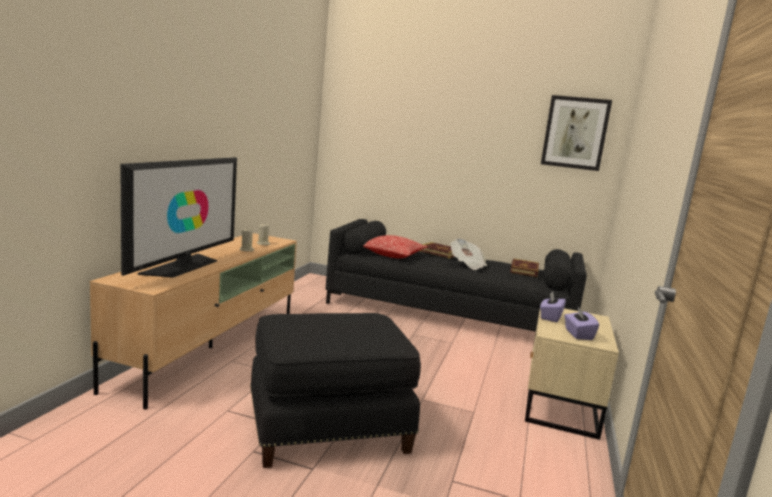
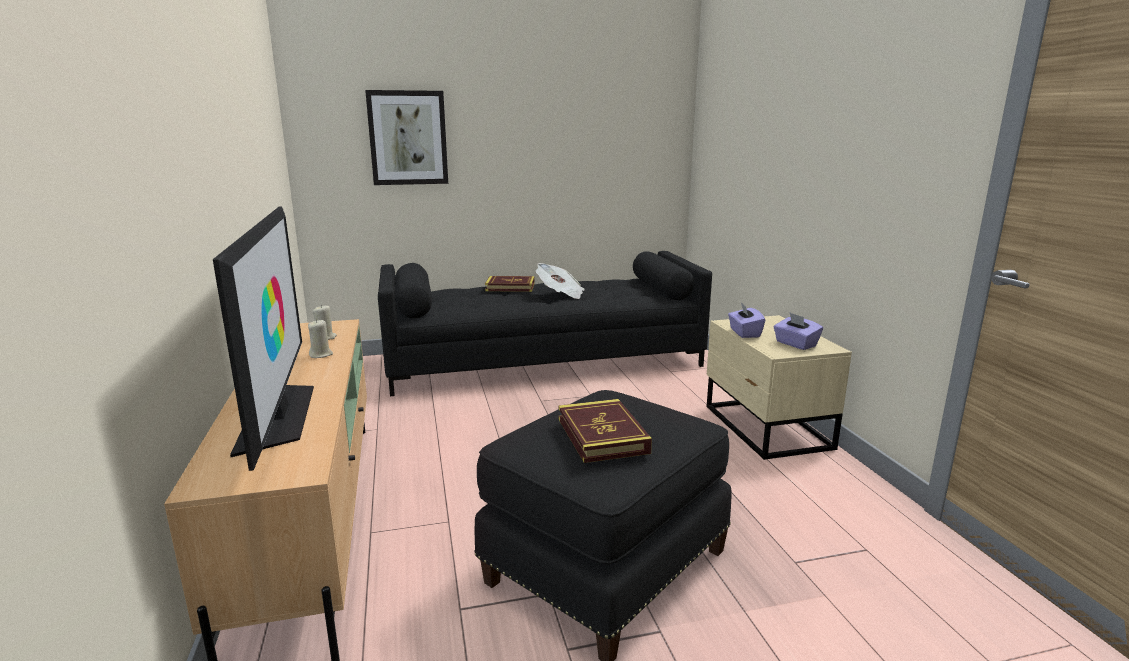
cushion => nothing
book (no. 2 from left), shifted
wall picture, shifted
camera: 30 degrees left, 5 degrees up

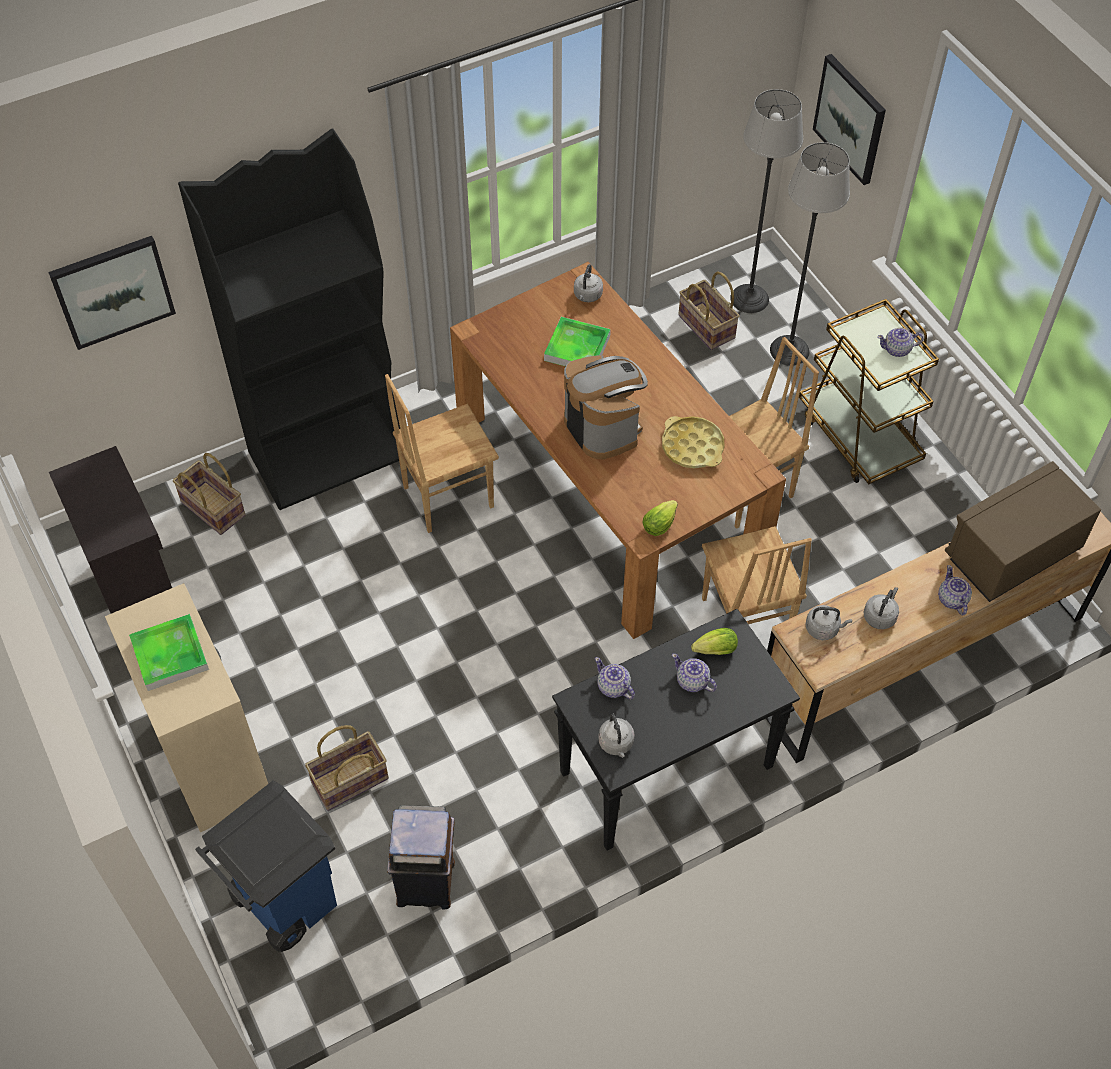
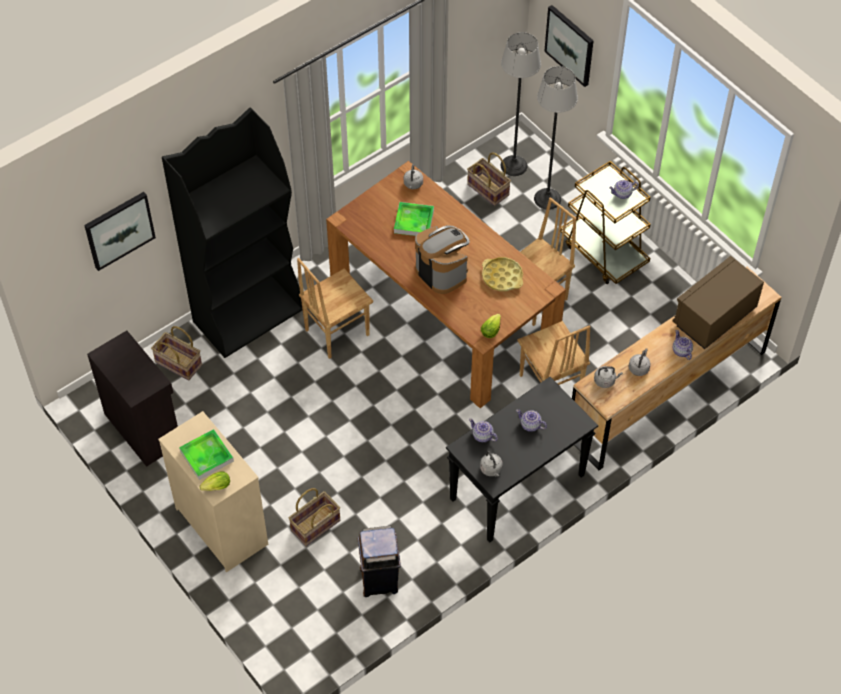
bluish trash can => nothing
lettuce head (no. 2 from left in the first image) => lettuce head (no. 1 from left), shifted
camera: 10 degrees left, 0 degrees up

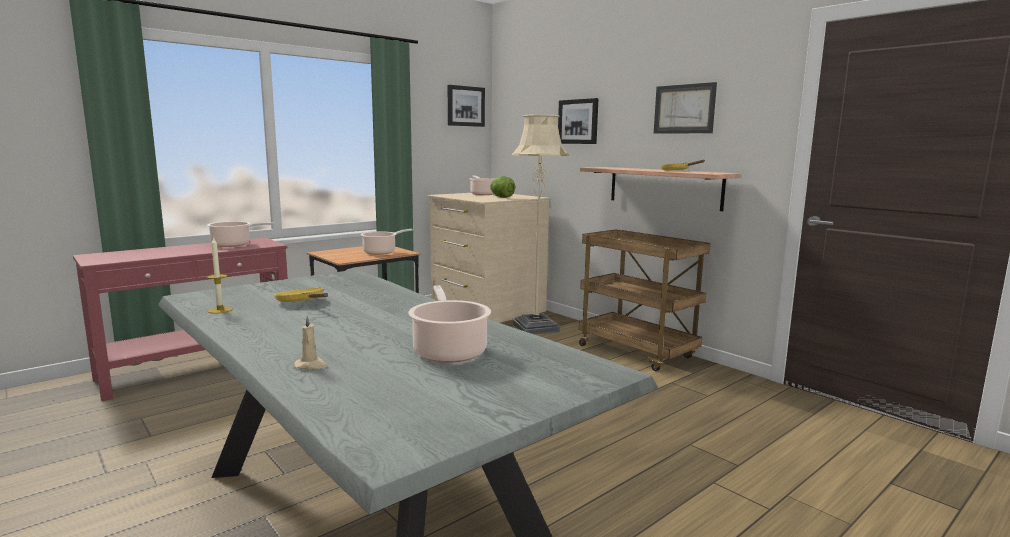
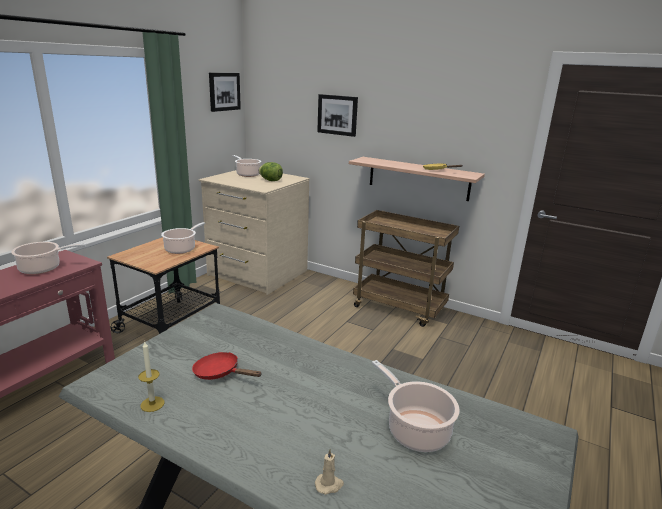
yellowish pan (no. 1 from left) => red-coloured pan
beige-coloured floor lamp => nothing
wall picture (no. 3 from left) => nothing
camera: 20 degrees left, 10 degrees up

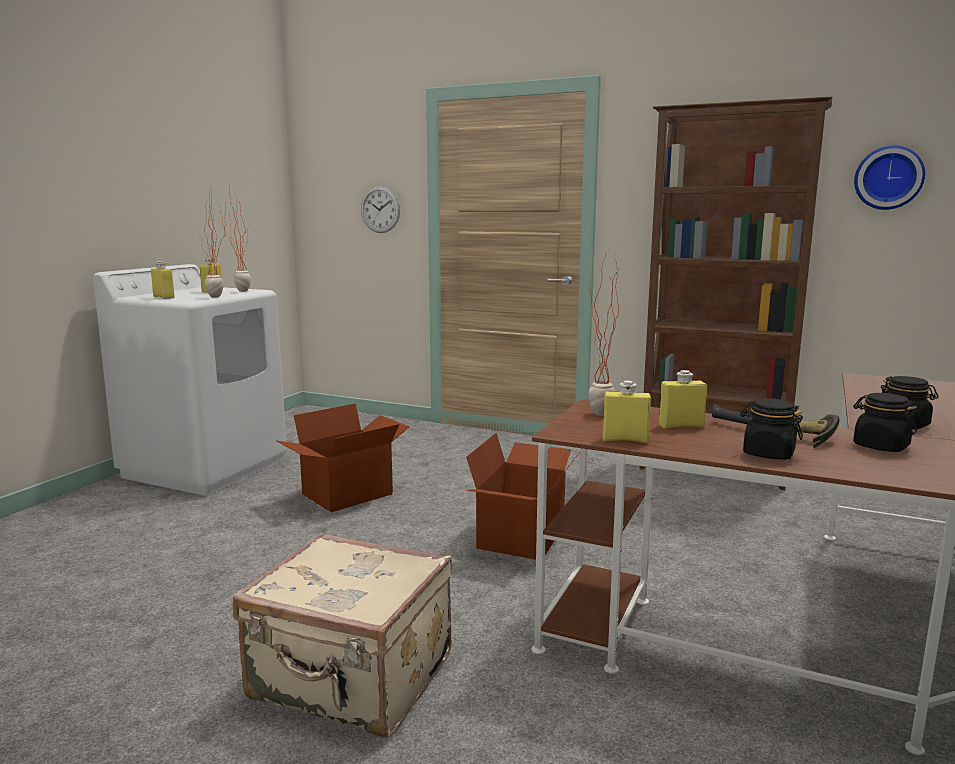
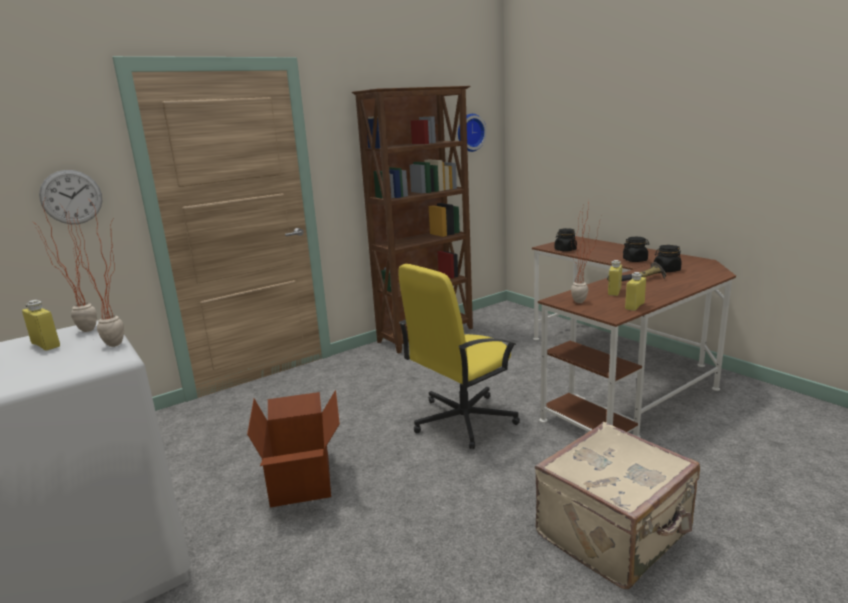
yellowish beverage bottle (no. 1 from left) => nothing
cardboard box (no. 2 from left) => yellowish computer chair
black preserve jar (no. 1 from left), shifted
camera: 60 degrees left, 5 degrees up

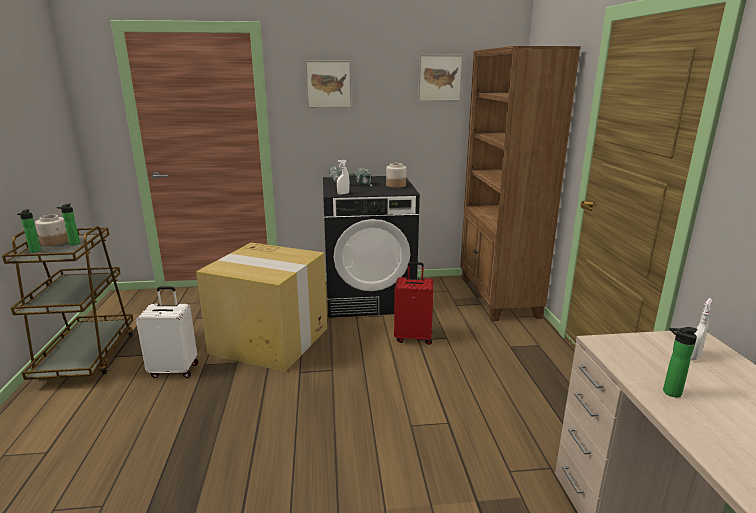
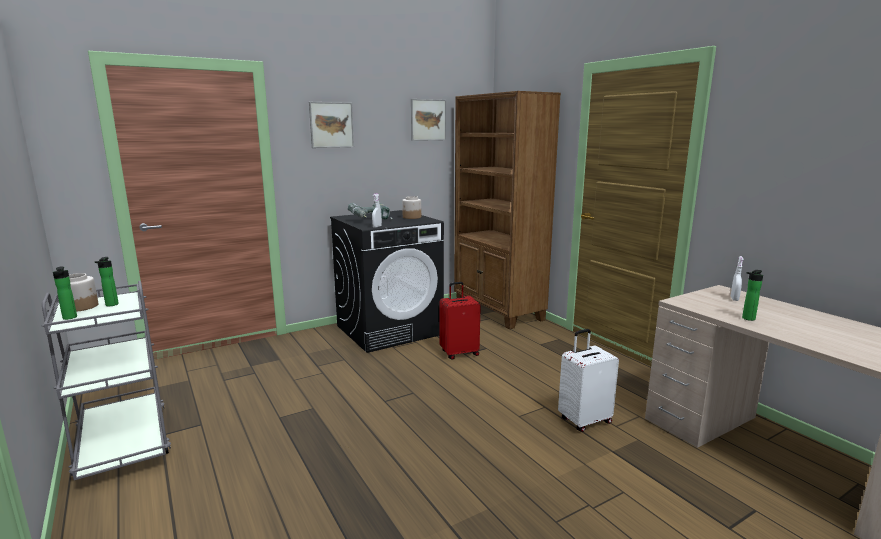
brown-coloured cart => grey cart
white-coloured suitcase, shifted
cardboard box => nothing
camera: 25 degrees left, 5 degrees down

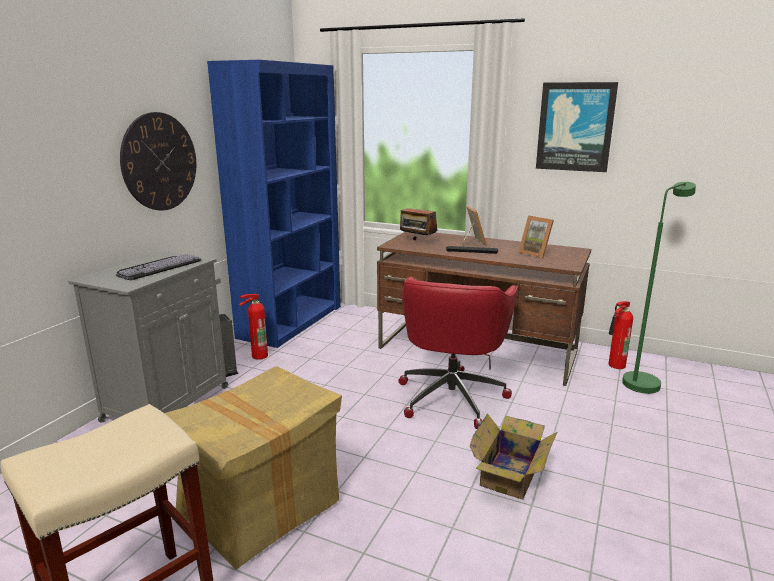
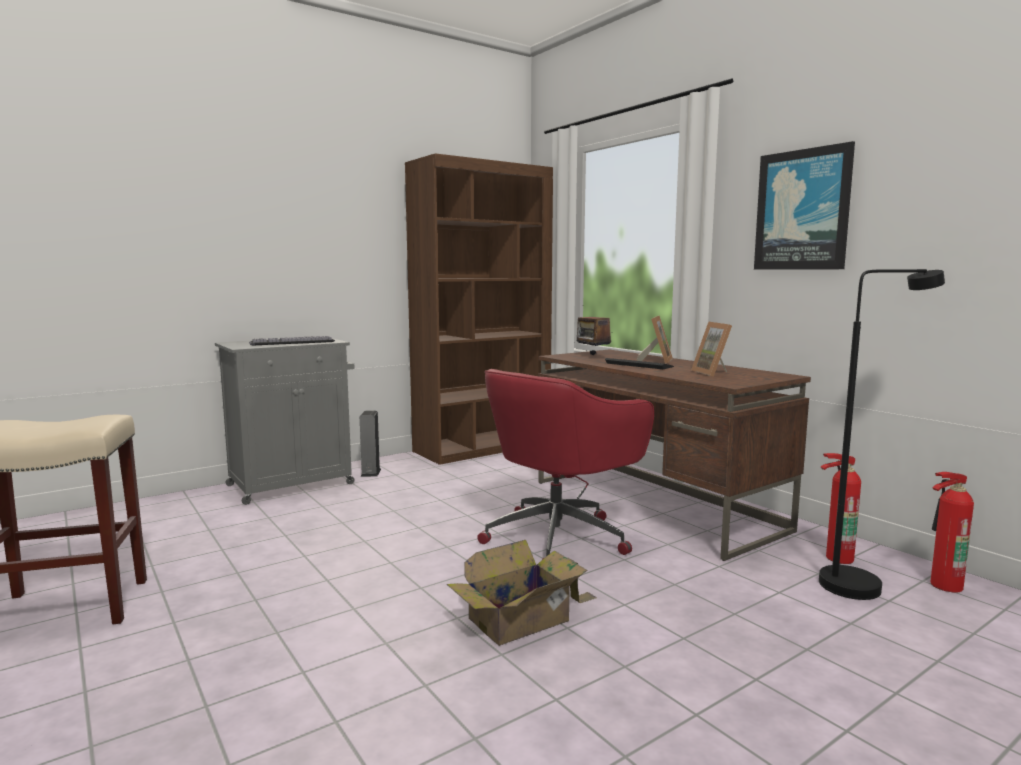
clock on the wall => nothing
cardboard box (no. 1 from left) => nothing
bluish shelving unit => brown-coloured shelving unit
fire-fighting cylinder (no. 1 from left in the first image) => fire-fighting cylinder (no. 2 from left), shifted
green floor lamp => black floor lamp
camera: 30 degrees right, 10 degrees down

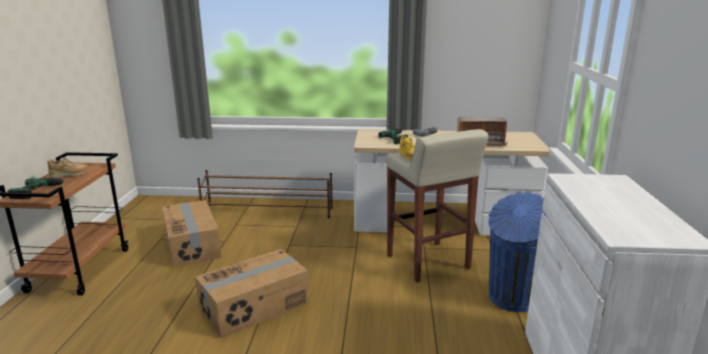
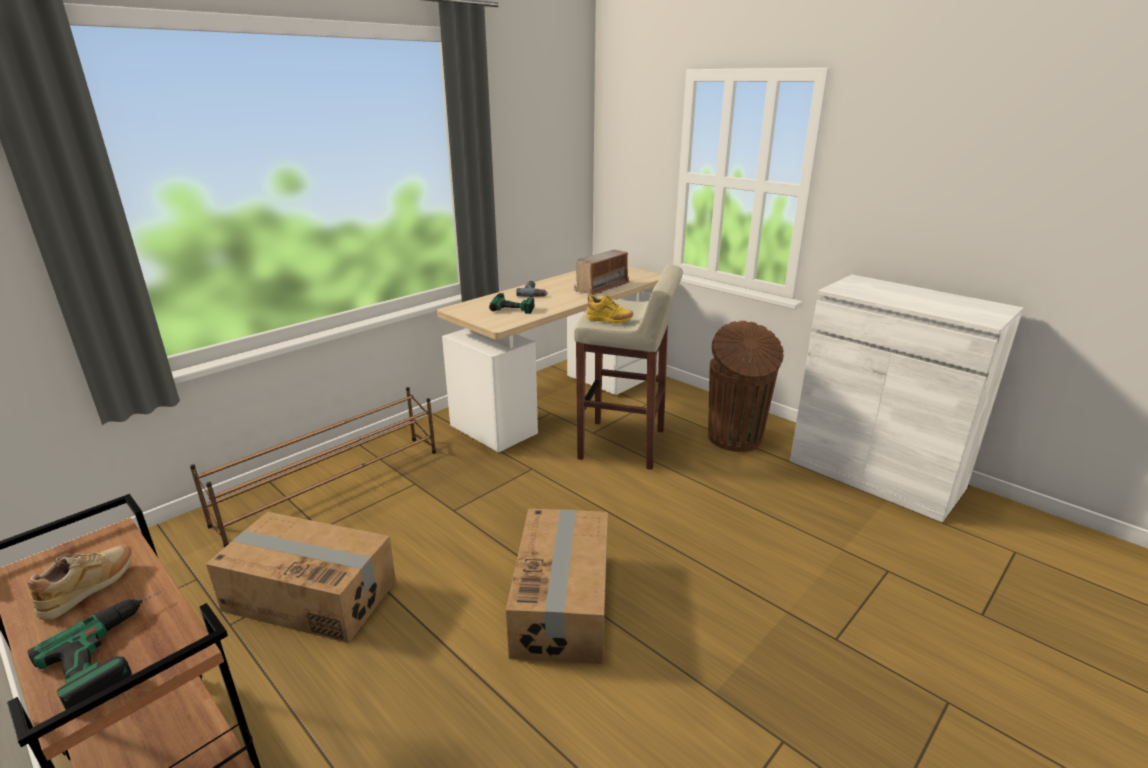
bluish trash can => brown-coloured trash can
camera: 50 degrees left, 5 degrees up

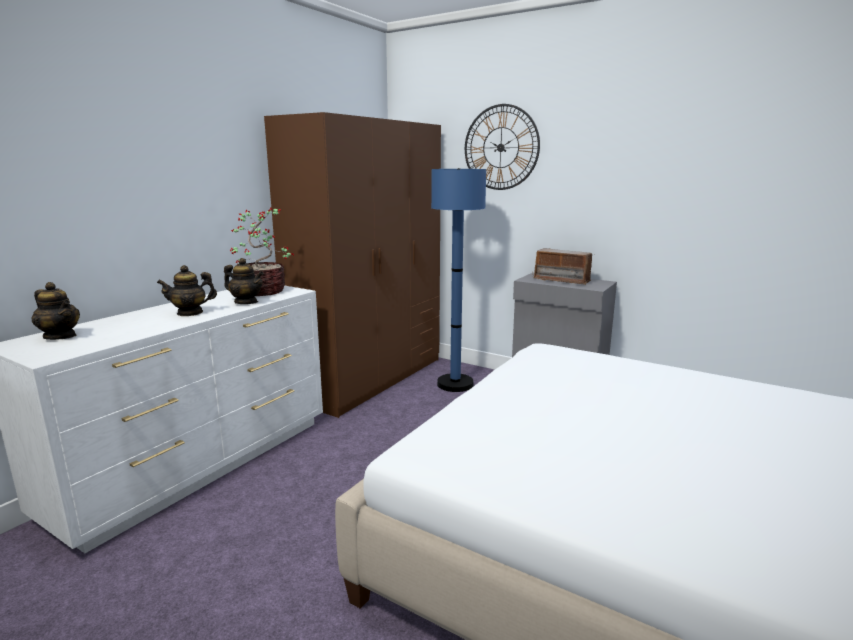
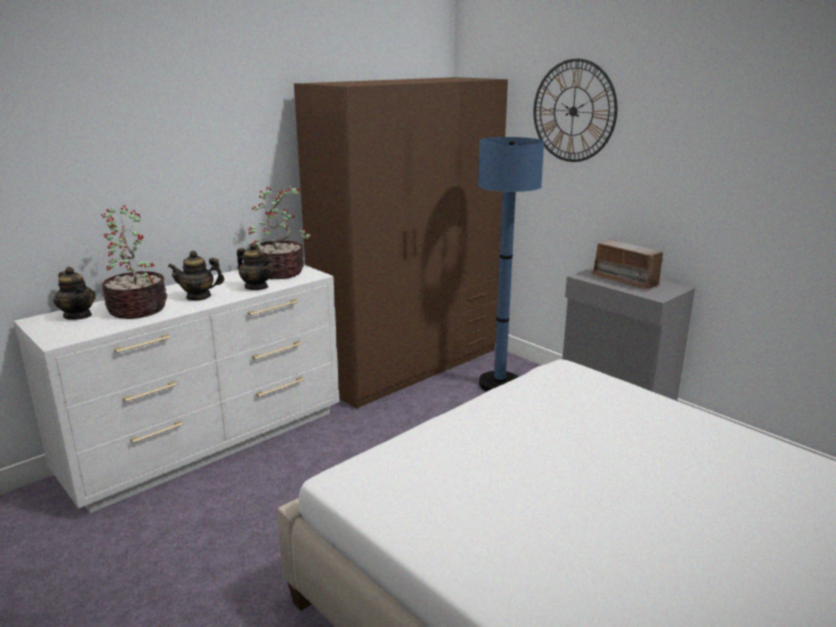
nothing => potted plant (no. 1 from left)
camera: 15 degrees right, 5 degrees up

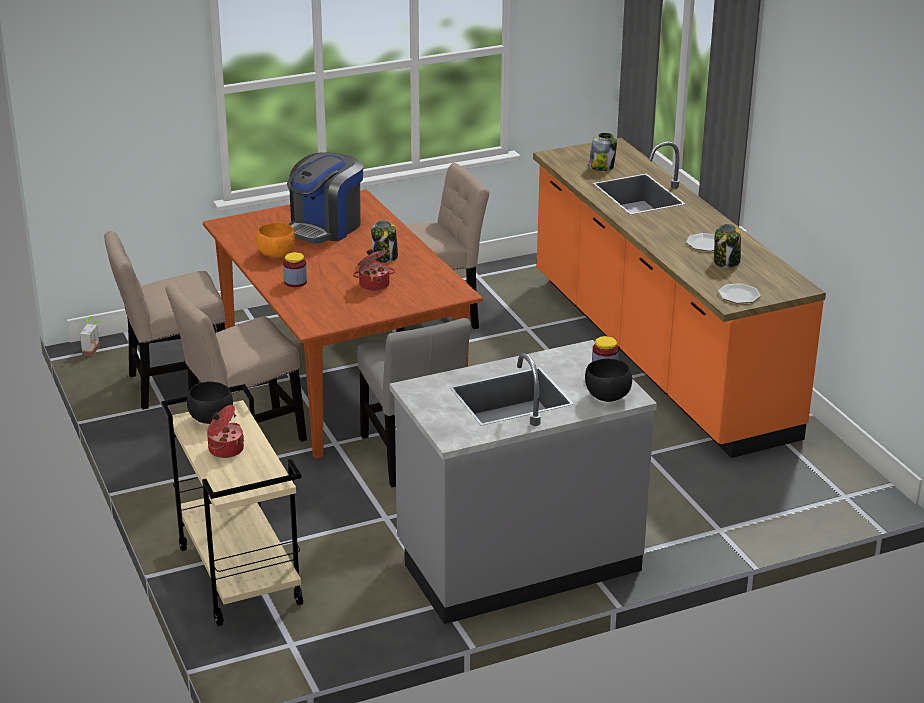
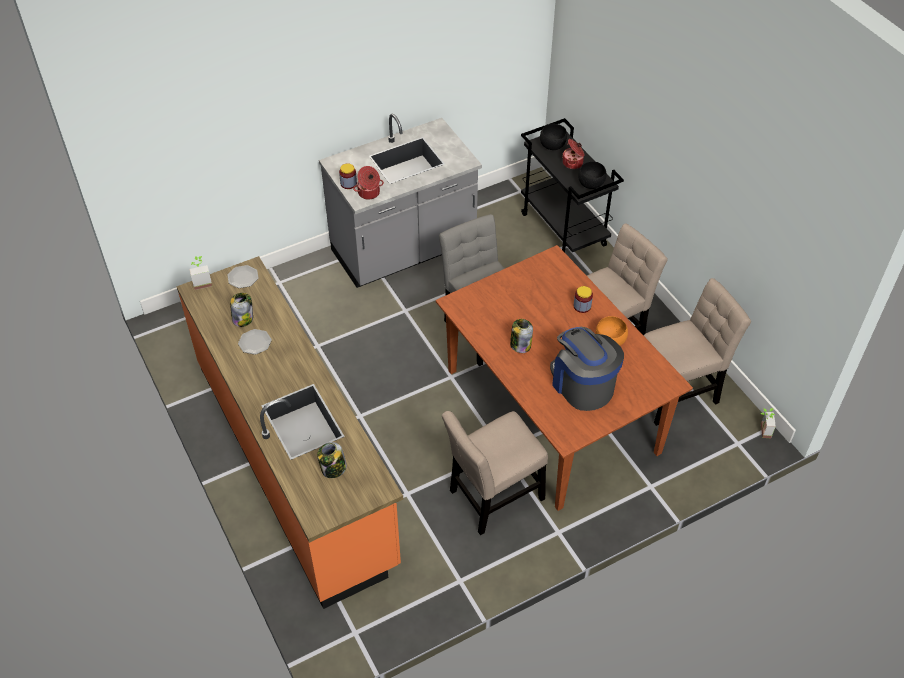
beige-coloured cart => black cart
coffee machine, 60 degrees counterclockwise
stockpot (no. 2 from left in the first image) => stockpot (no. 1 from left), shifted
black bowl (no. 2 from left in the first image) => black bowl (no. 1 from left), shifted
nothing => potted plant (no. 1 from left)
camera: 175 degrees right, 20 degrees up

